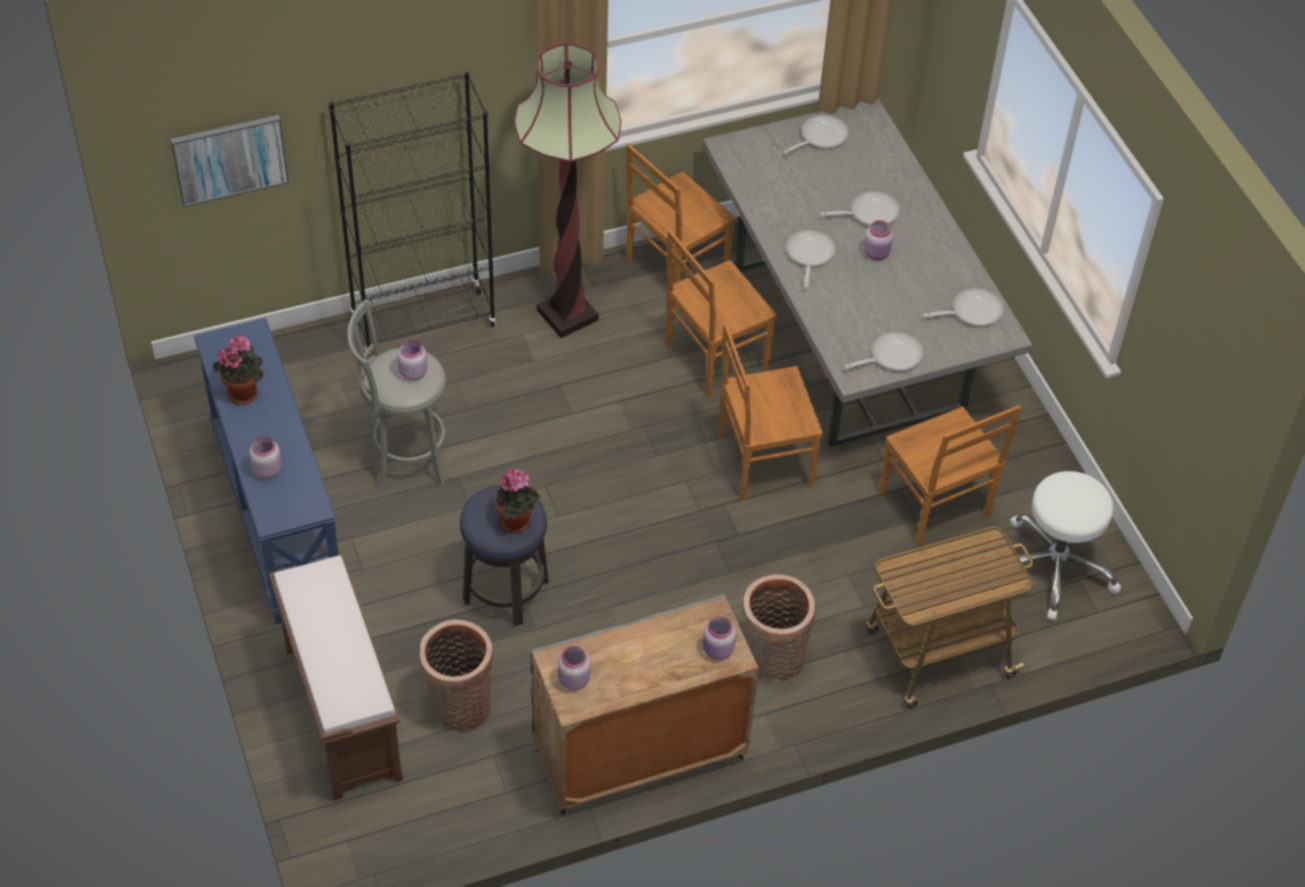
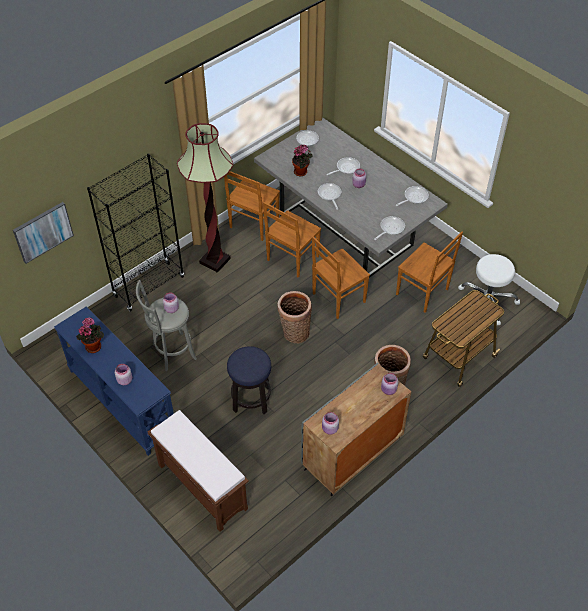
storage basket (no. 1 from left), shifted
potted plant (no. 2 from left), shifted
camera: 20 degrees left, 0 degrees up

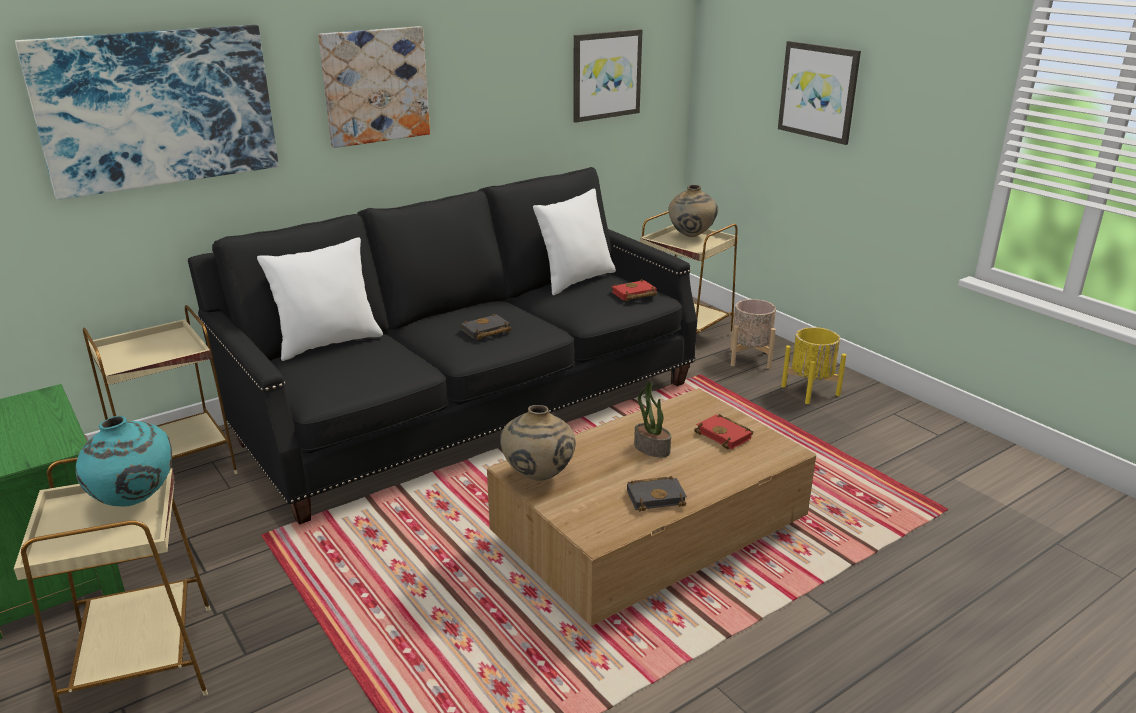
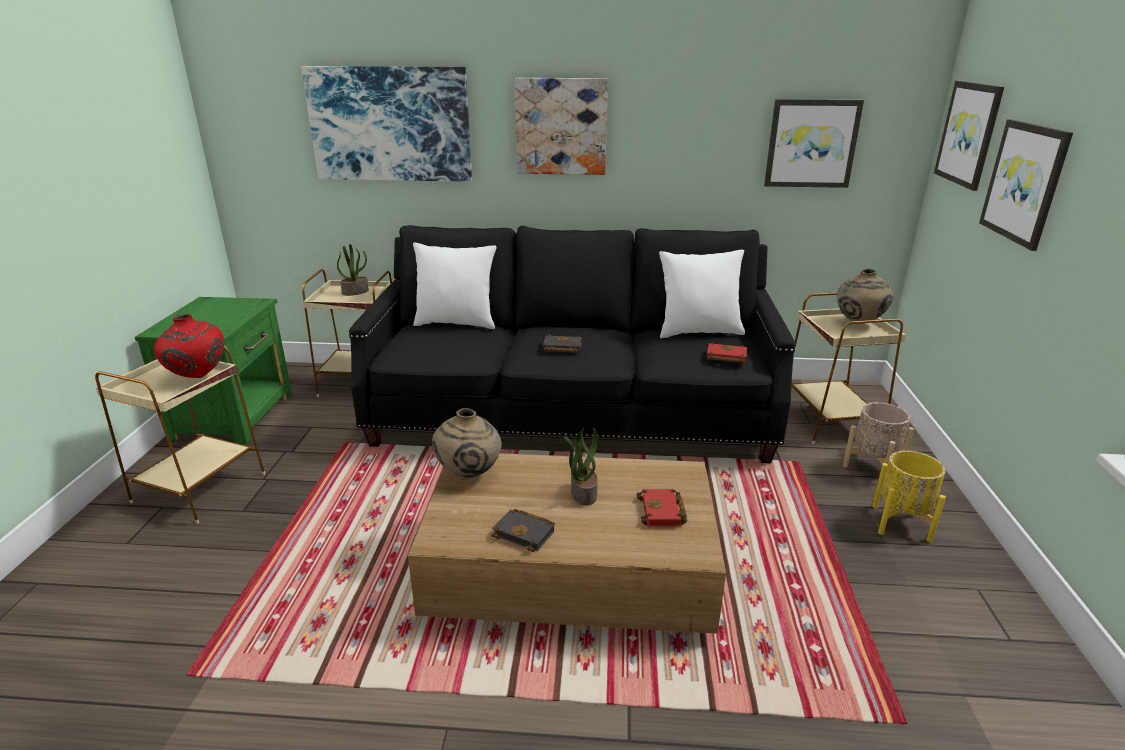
turquoise-coloured vase => red-coloured vase
nothing => potted plant (no. 1 from left)
nothing => wall picture (no. 4 from left)
camera: 40 degrees right, 0 degrees up

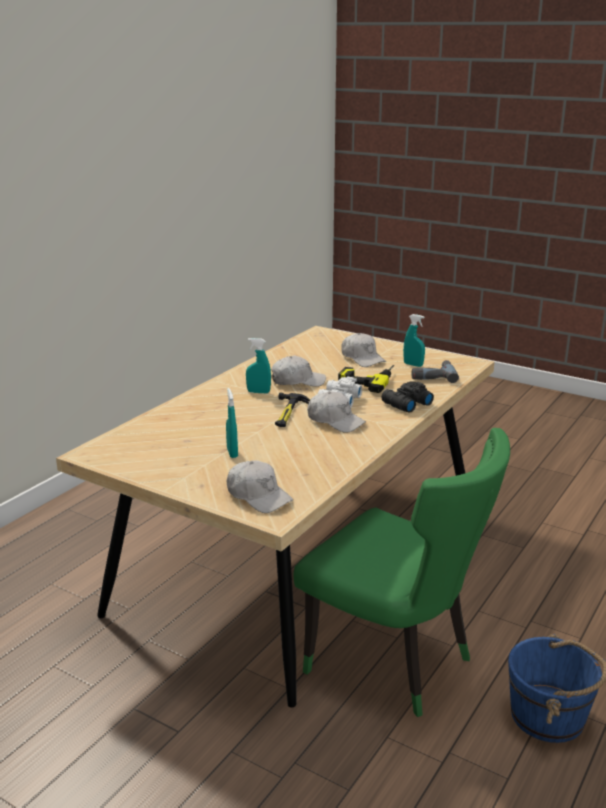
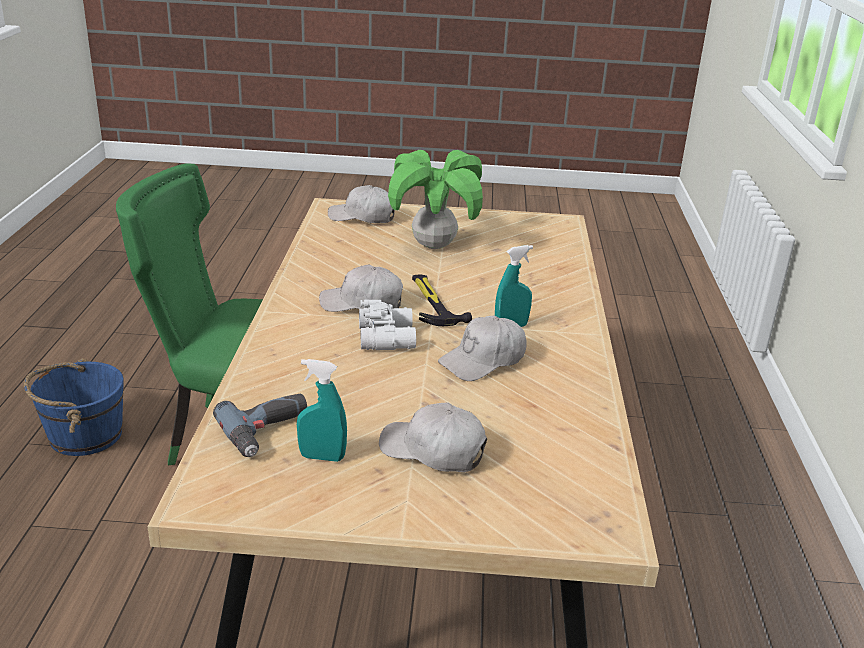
turquoise-coloured sprayer (no. 1 from left) => potted plant
electric drill (no. 1 from left) => nothing
black pair of binoculars => nothing
camera: 150 degrees right, 5 degrees up

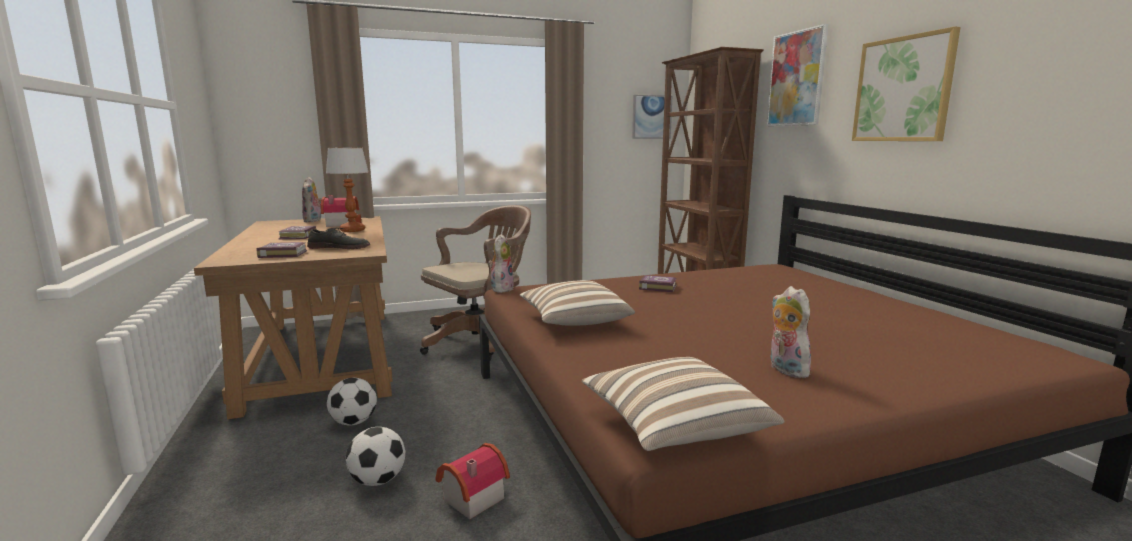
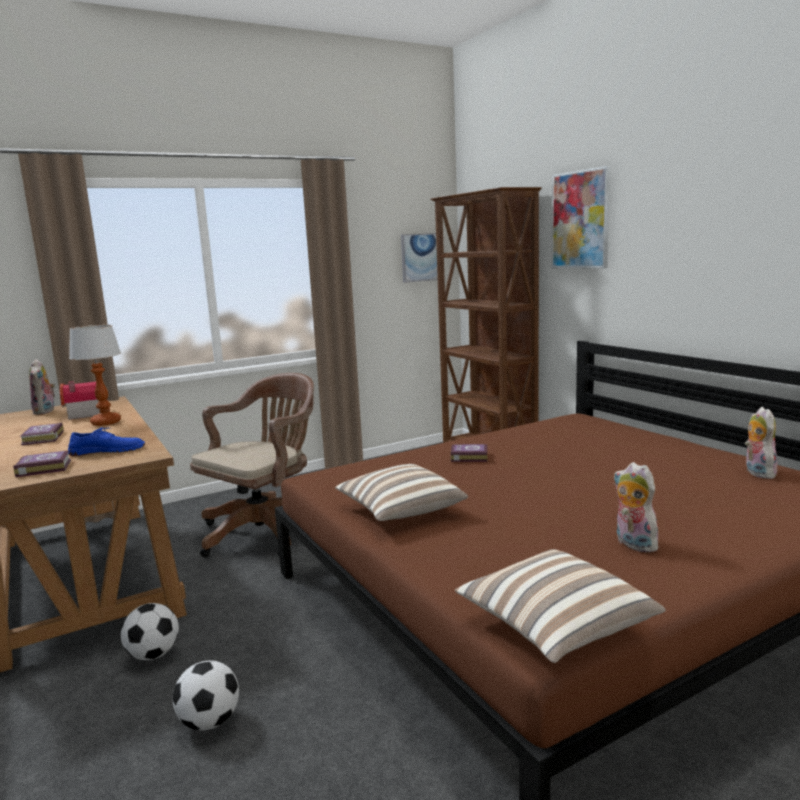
grey item of footwear => bluish item of footwear
toy house (no. 2 from left) => nothing
cuddly toy (no. 2 from left in the first image) => cuddly toy (no. 3 from left), shifted
wall picture (no. 3 from left) => nothing
camera: 10 degrees left, 0 degrees up

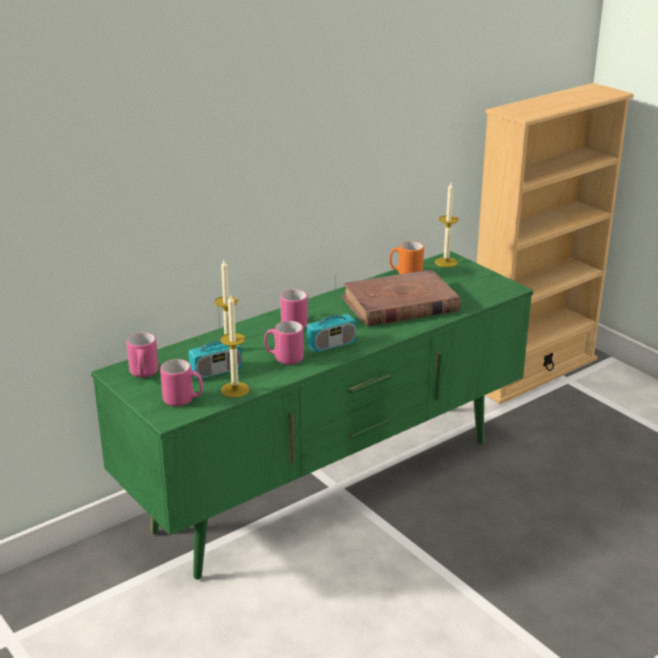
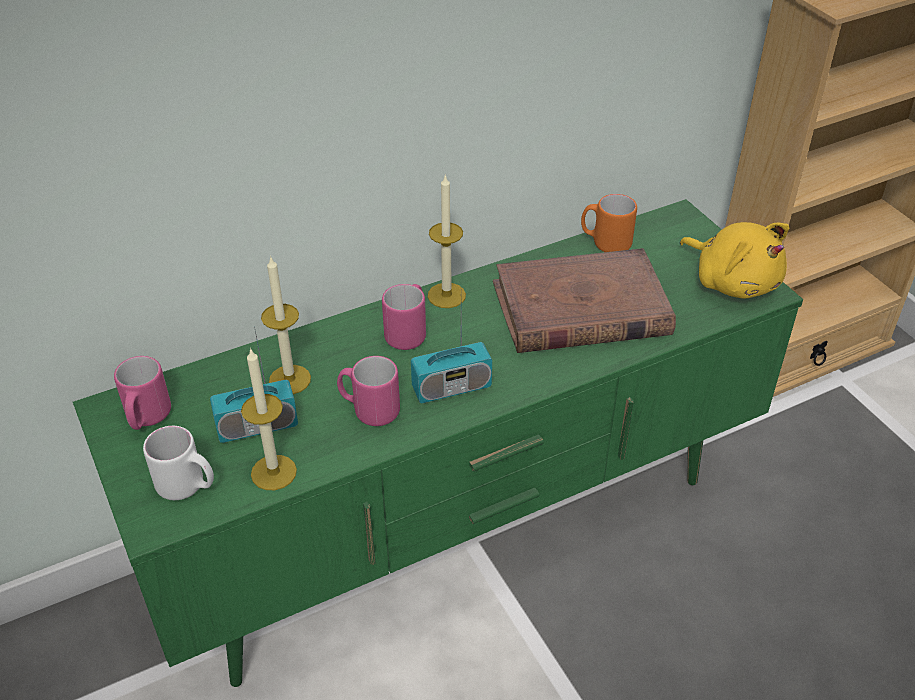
pink coffee mug (no. 2 from left) => white-coloured coffee mug
wax candle (no. 3 from left), shifted
nothing => yellowish cuddly toy
camera: 10 degrees right, 15 degrees up

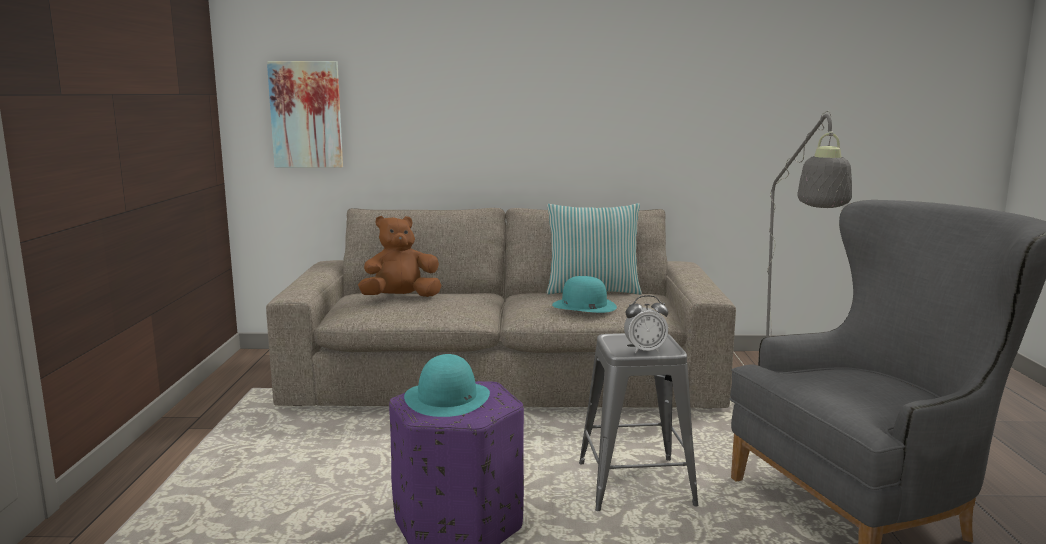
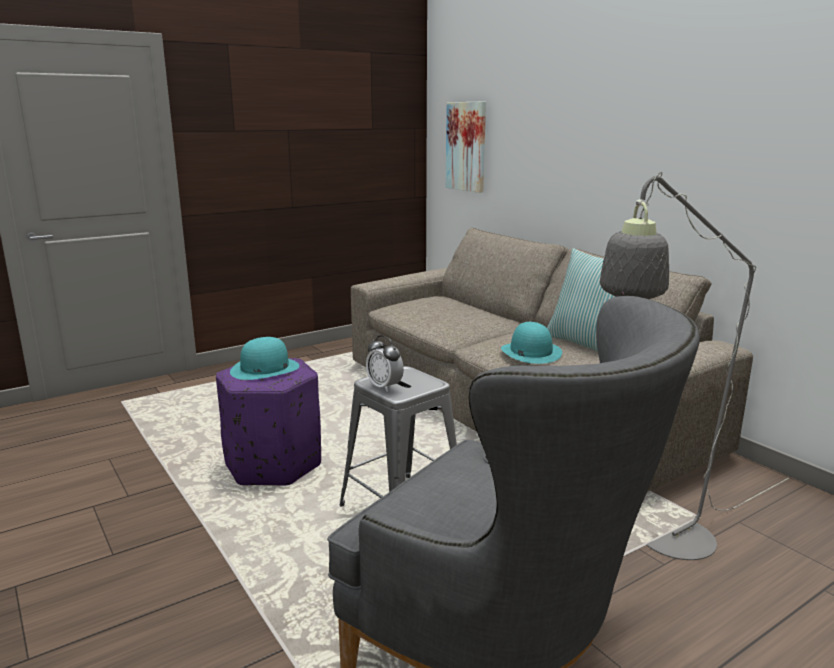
brown-coloured cuddly toy => nothing
camera: 55 degrees right, 5 degrees up

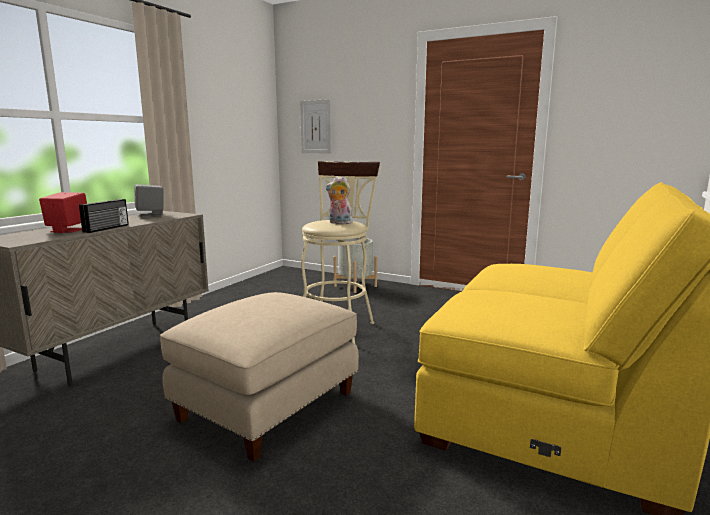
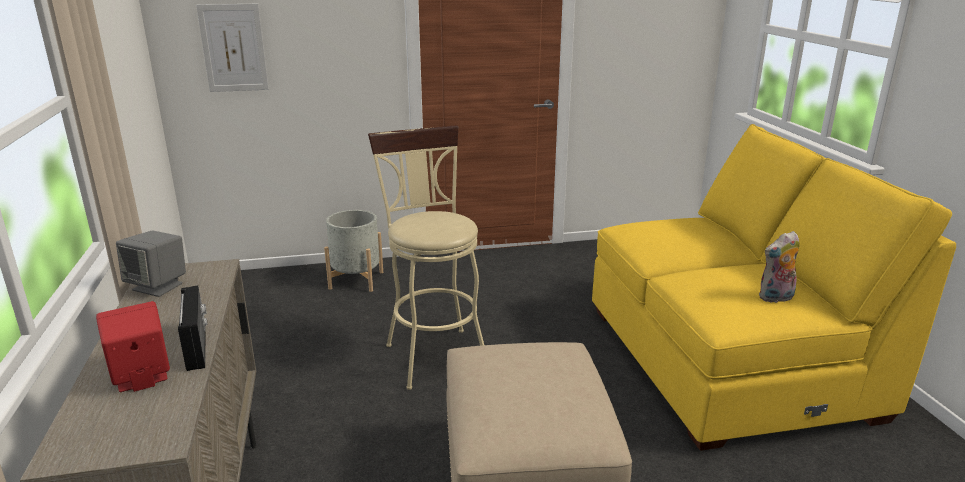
cuddly toy, shifted
camera: 40 degrees left, 10 degrees up

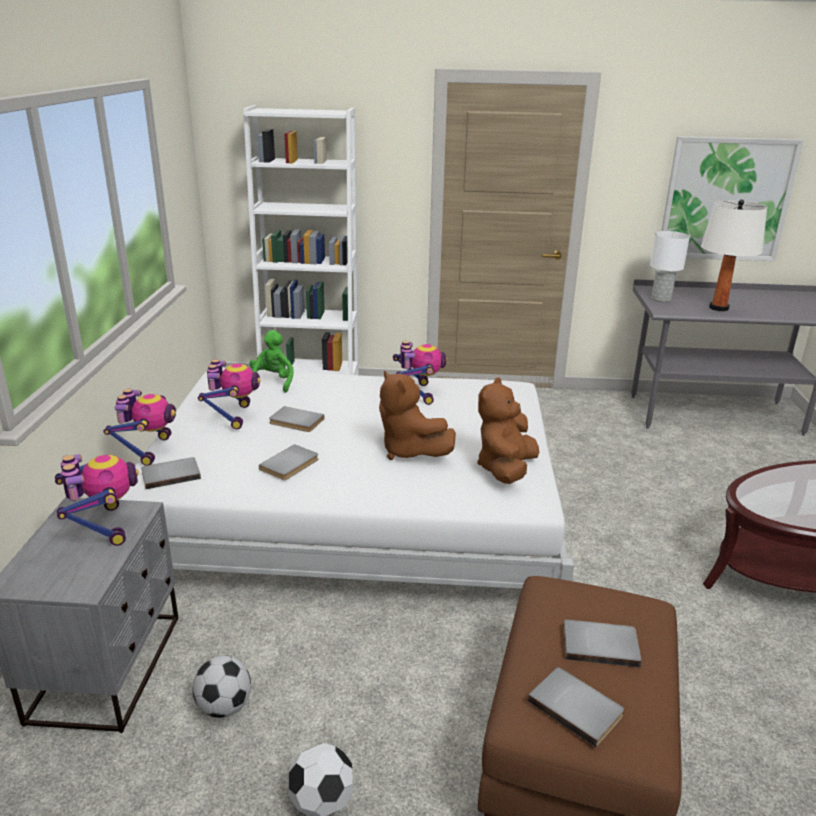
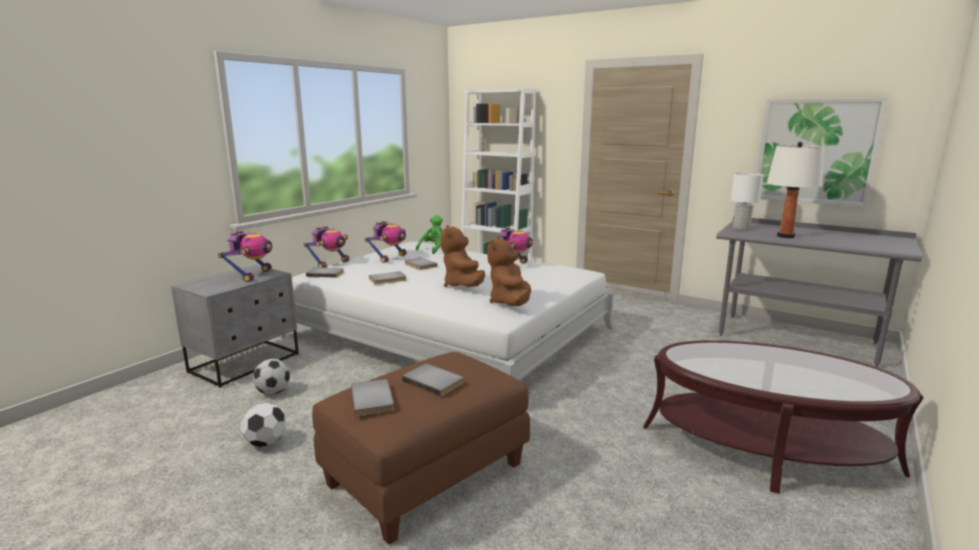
brown-coloured cuddly toy (no. 2 from left), 45 degrees counterclockwise
camera: 30 degrees right, 10 degrees down

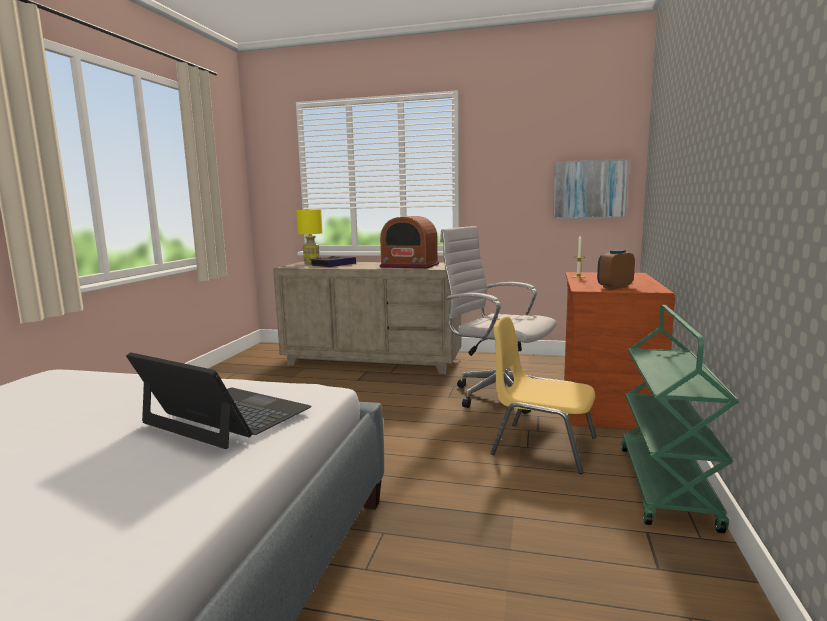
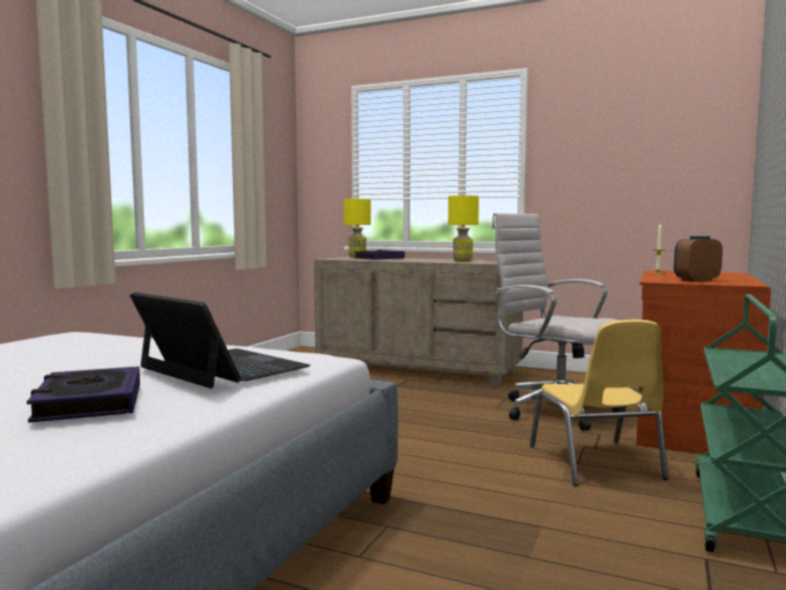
radio => yellowish lamp for a table (no. 2 from left)
yellowish chair, 135 degrees counterclockwise
wall picture => nothing
nothing => book (no. 1 from left)
camera: 10 degrees right, 5 degrees down

